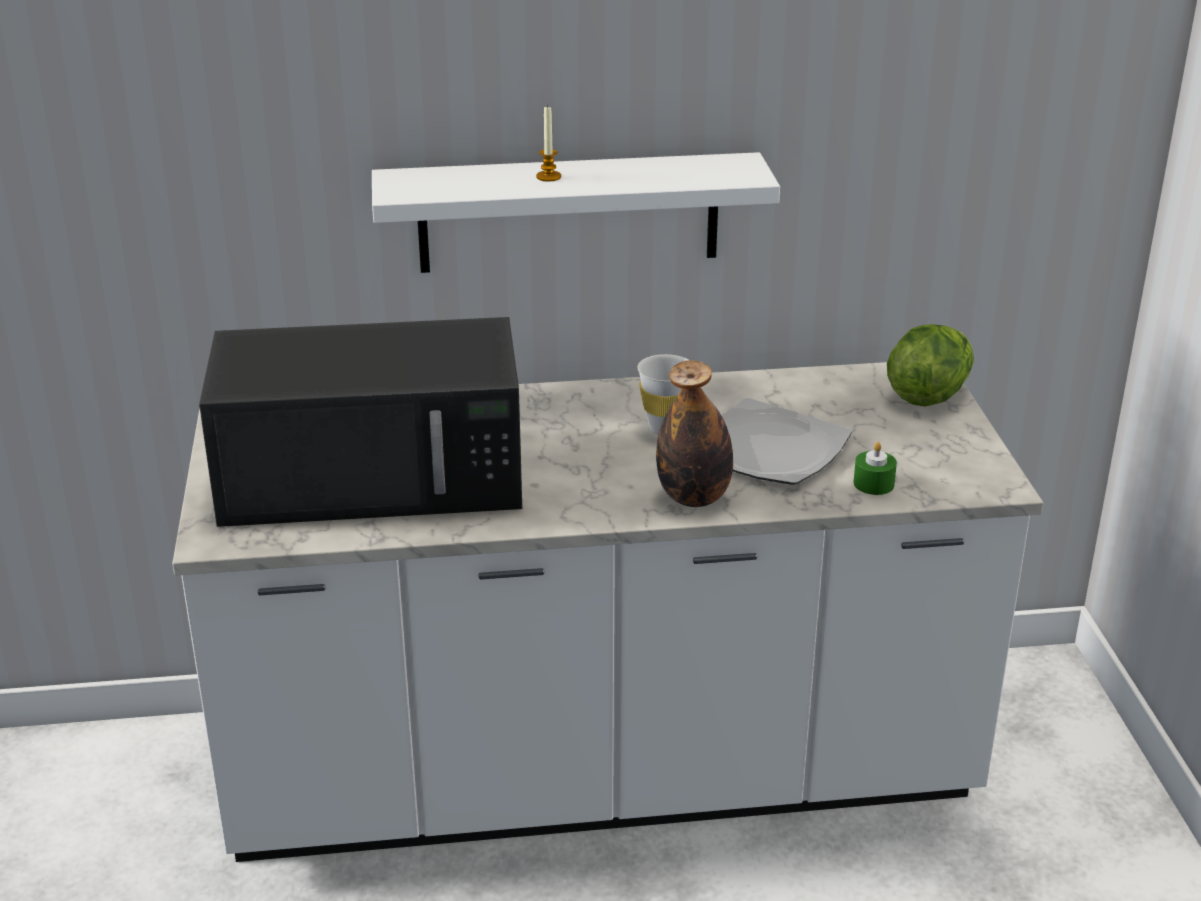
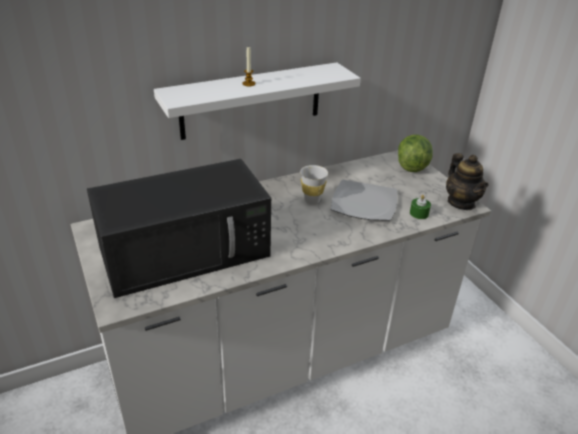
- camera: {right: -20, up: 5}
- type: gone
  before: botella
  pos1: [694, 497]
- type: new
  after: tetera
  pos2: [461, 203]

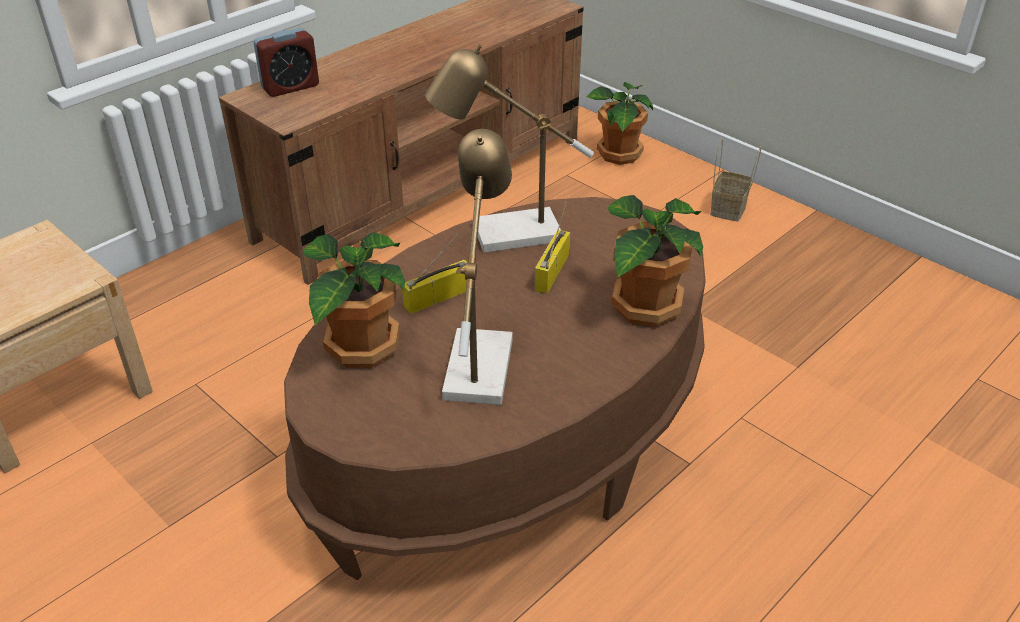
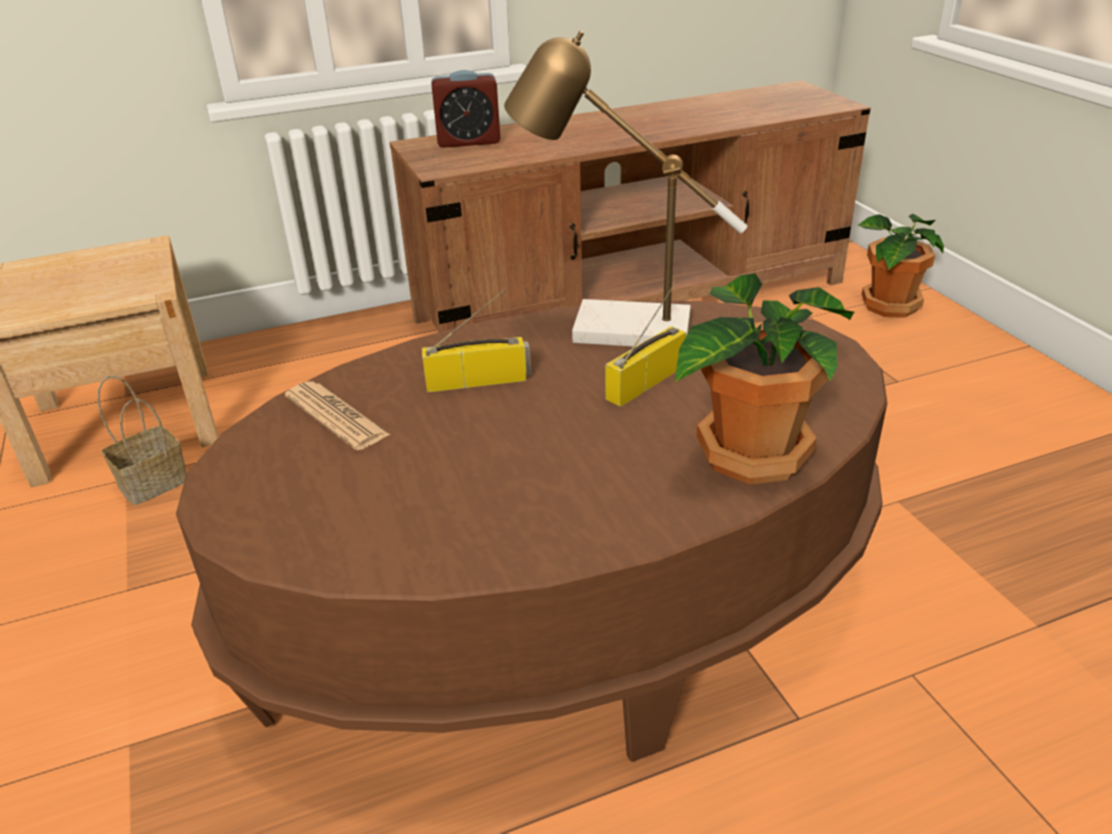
- camera: {right: 25, up: -5}
- type: gone
  before: lámpara de mesa
  pos1: [478, 359]
- type: shifted
  before: cesta
  pos1: [729, 210]
  pos2: [152, 484]
- type: swapped
  before: planta en maceta
  after: periódico
  pos1: [360, 347]
  pos2: [336, 416]

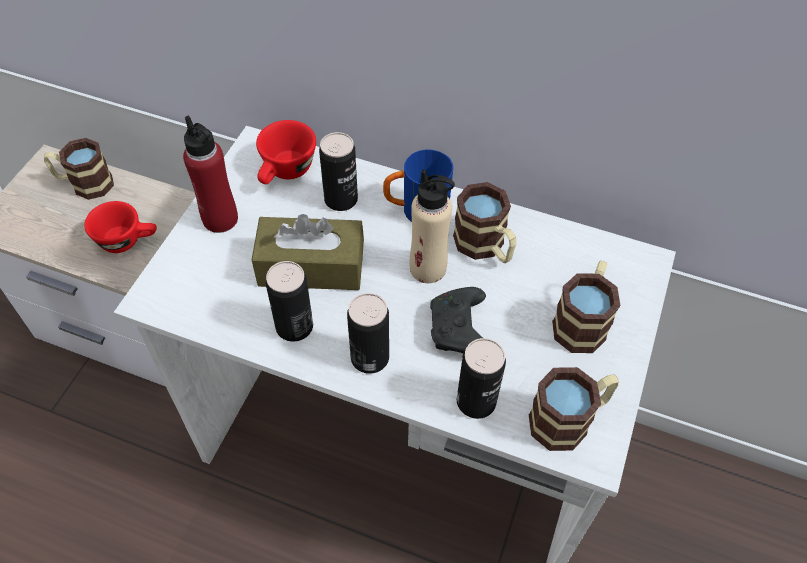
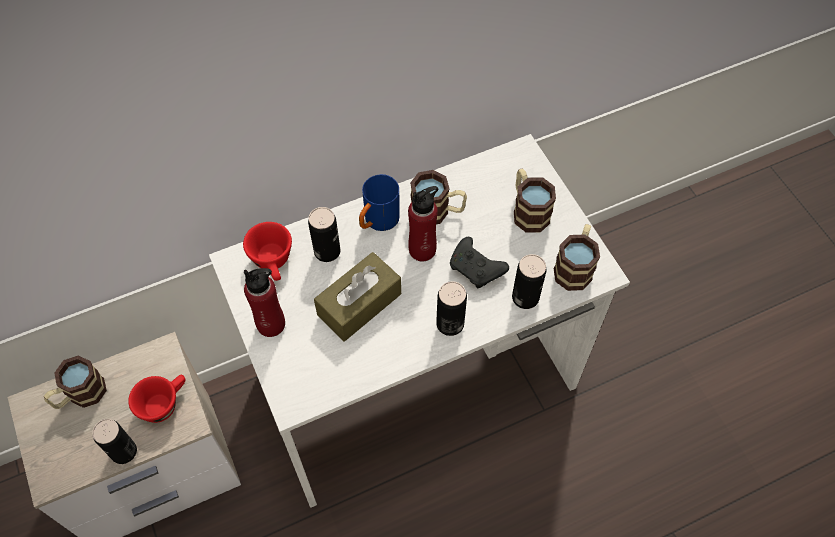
- camera: {right: -45, up: 5}
- type: repainted
  before: botella [beis]
  after: botella [rojo]
  pos1: [428, 268]
  pos2: [422, 249]
- type: shifted
  before: lata
  pos1: [294, 326]
  pos2: [124, 451]

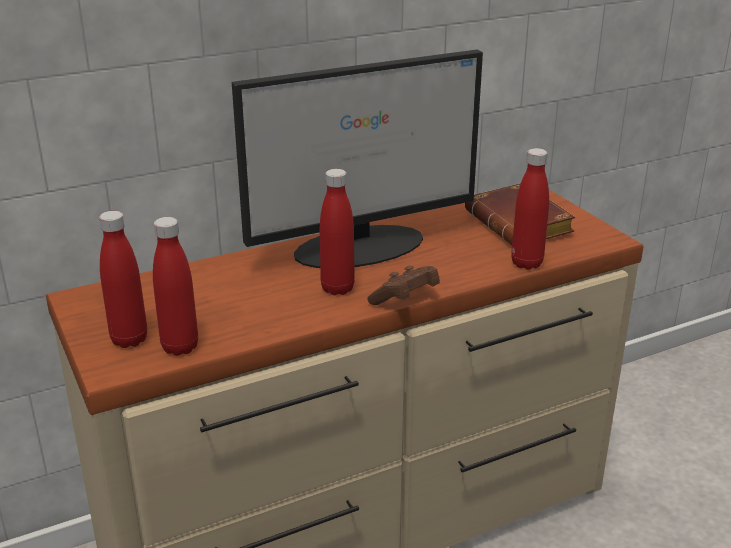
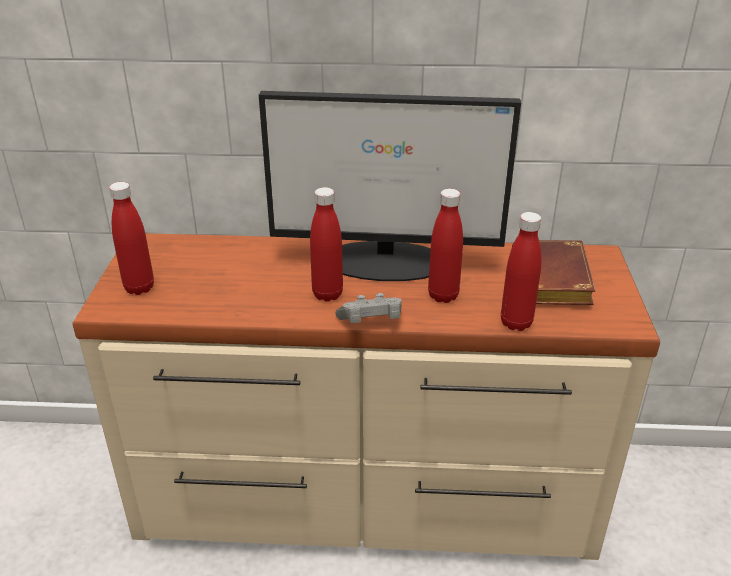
- camera: {right: 30, up: 5}
- type: shifted
  before: botella [rojo]
  pos1: [180, 347]
  pos2: [443, 296]
- type: repainted
  before: mando de consola [marrón]
  after: mando de consola [gris]
  pos1: [405, 299]
  pos2: [371, 323]

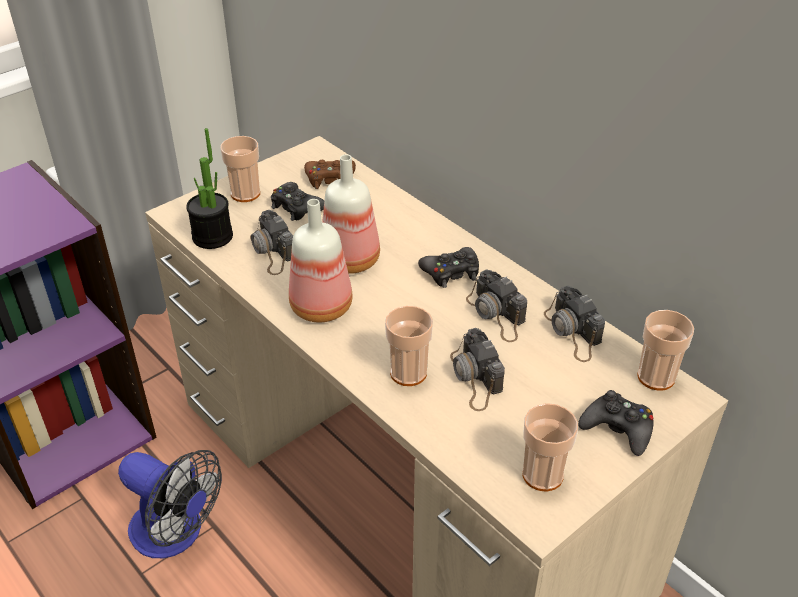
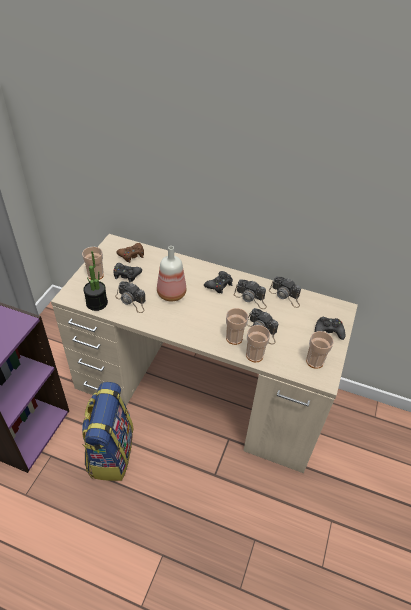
- camera: {right: -30, up: 5}
- type: gone
  before: botella
  pos1: [321, 306]
- type: shifted
  before: taza
  pos1: [656, 377]
  pos2: [254, 355]
- type: swapped
  before: ventilador
  after: mochila
  pos1: [176, 534]
  pos2: [110, 452]

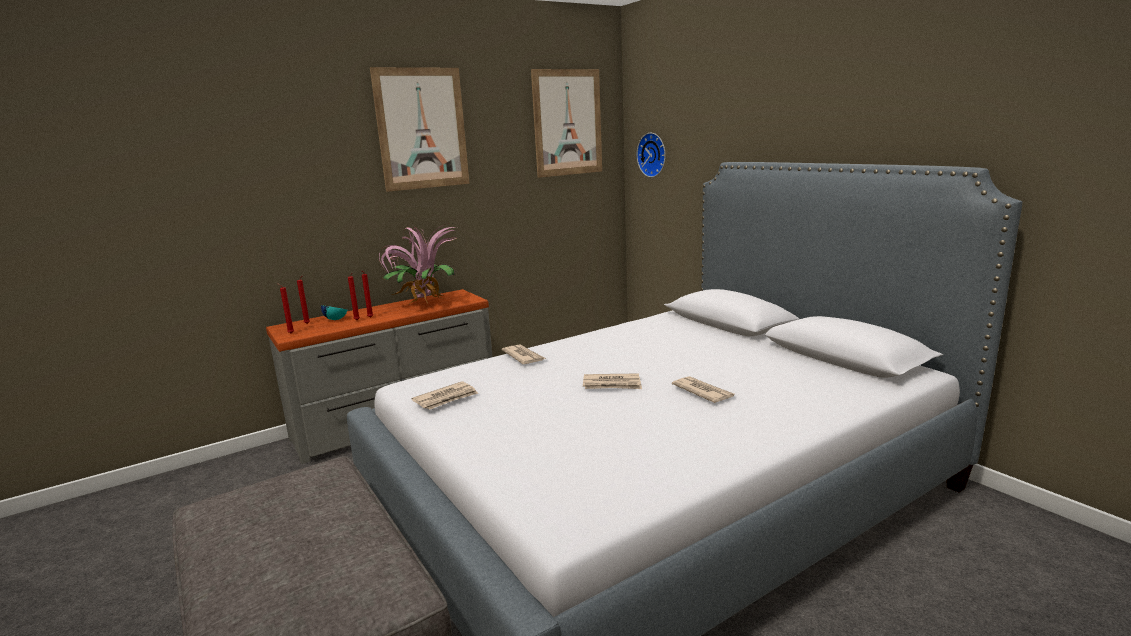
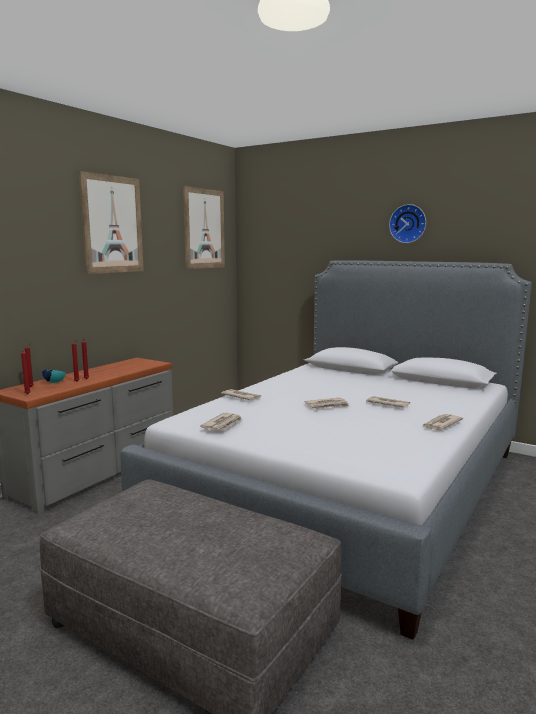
- camera: {right: -25, up: -5}
- type: shifted
  before: reloj de pared
  pos1: [653, 154]
  pos2: [408, 224]
- type: gone
  before: planta en maceta
  pos1: [424, 305]
- type: new
  after: periódico
  pos2: [441, 424]

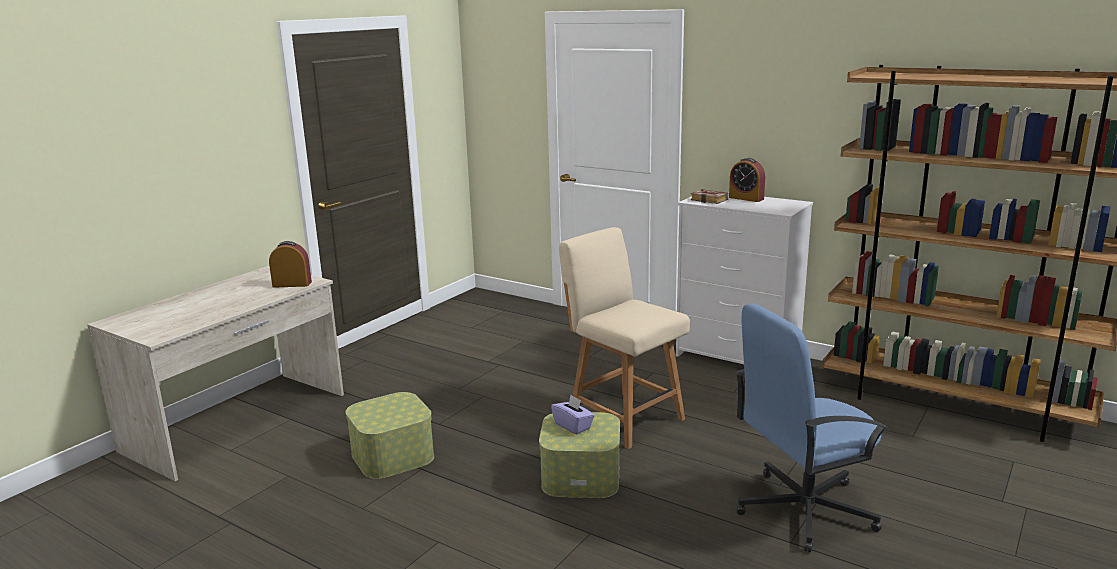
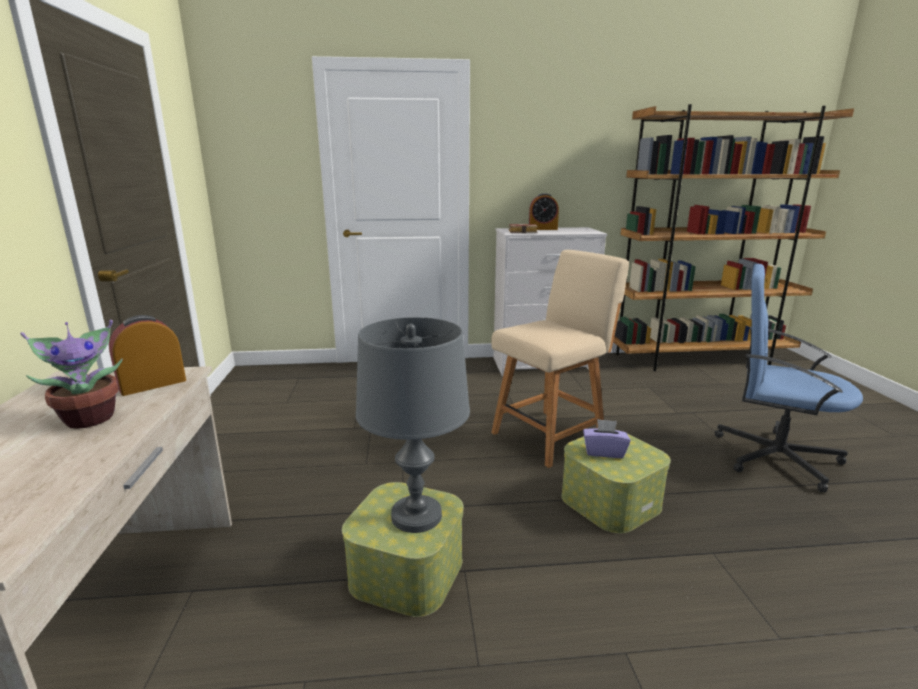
- camera: {right: -40, up: 0}
- type: rotated
  before: silla [beis]
  pos1: [623, 418]
  pos2: [550, 436]
  turn: 135
- type: rotated
  before: silla de oficina [azul]
  pos1: [803, 510]
  pos2: [774, 456]
  turn: 90
- type: new
  after: lámpara de mesa [gris]
  pos2: [416, 516]
- type: new
  after: planta en maceta
  pos2: [90, 418]

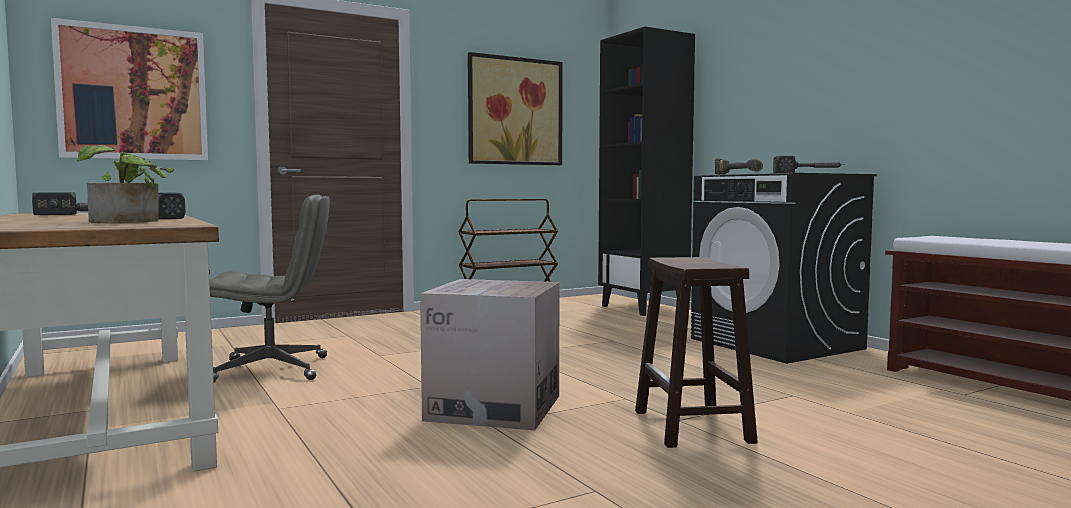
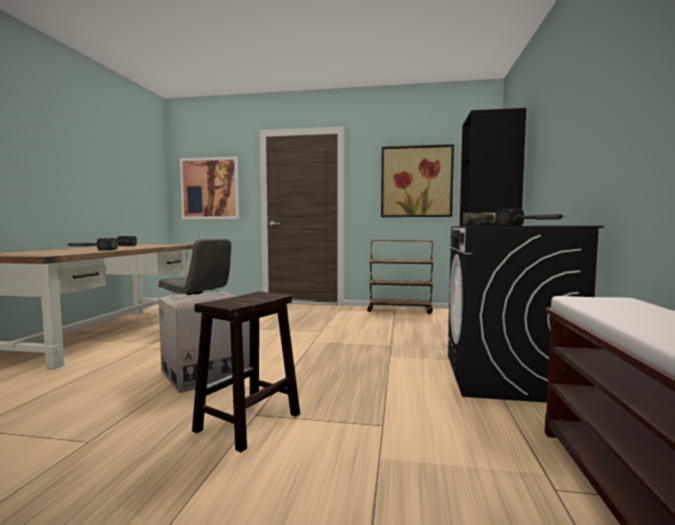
- camera: {right: 40, up: 0}
- type: gone
  before: planta en maceta
  pos1: [127, 222]

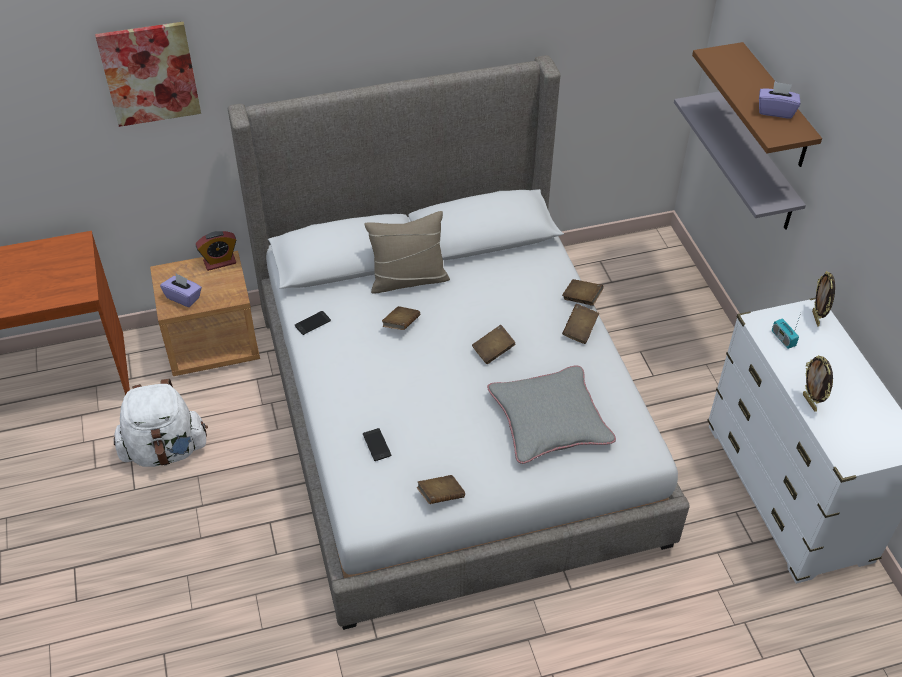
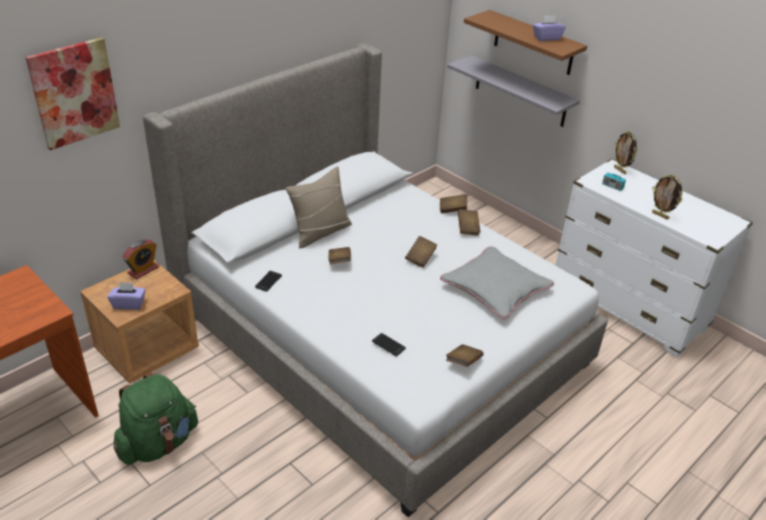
- camera: {right: -30, up: -10}
- type: repainted
  before: mochila [blanco]
  after: mochila [verde]
  pos1: [165, 450]
  pos2: [158, 443]

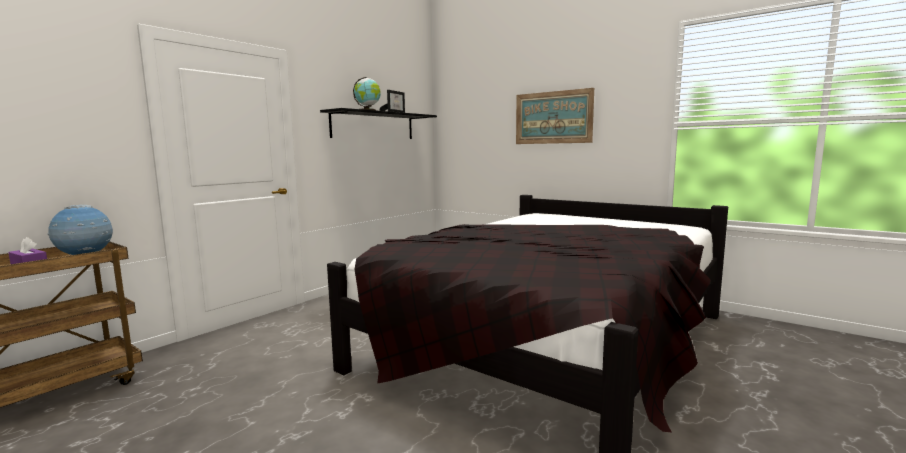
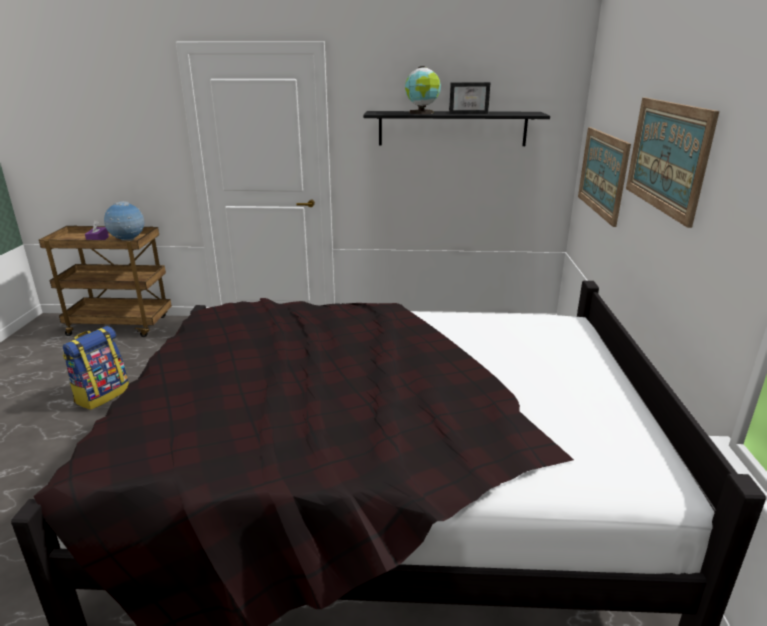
- camera: {right: 55, up: 15}
- type: new
  after: cuadro
  pos2: [602, 173]
- type: new
  after: mochila
  pos2: [102, 395]

